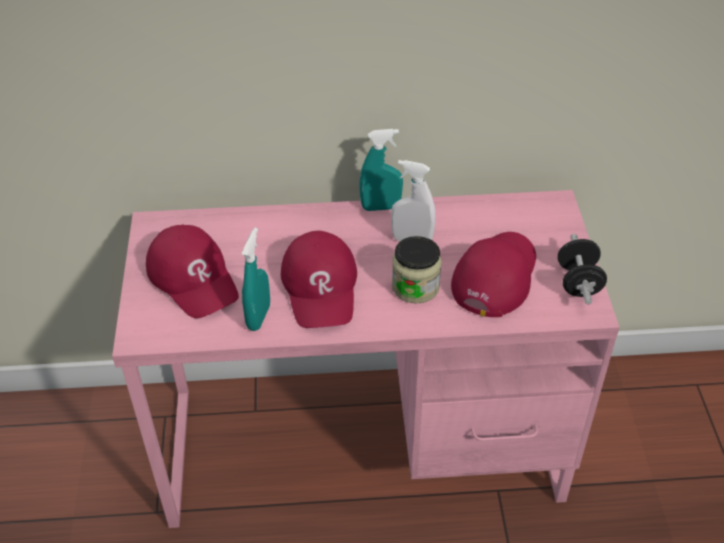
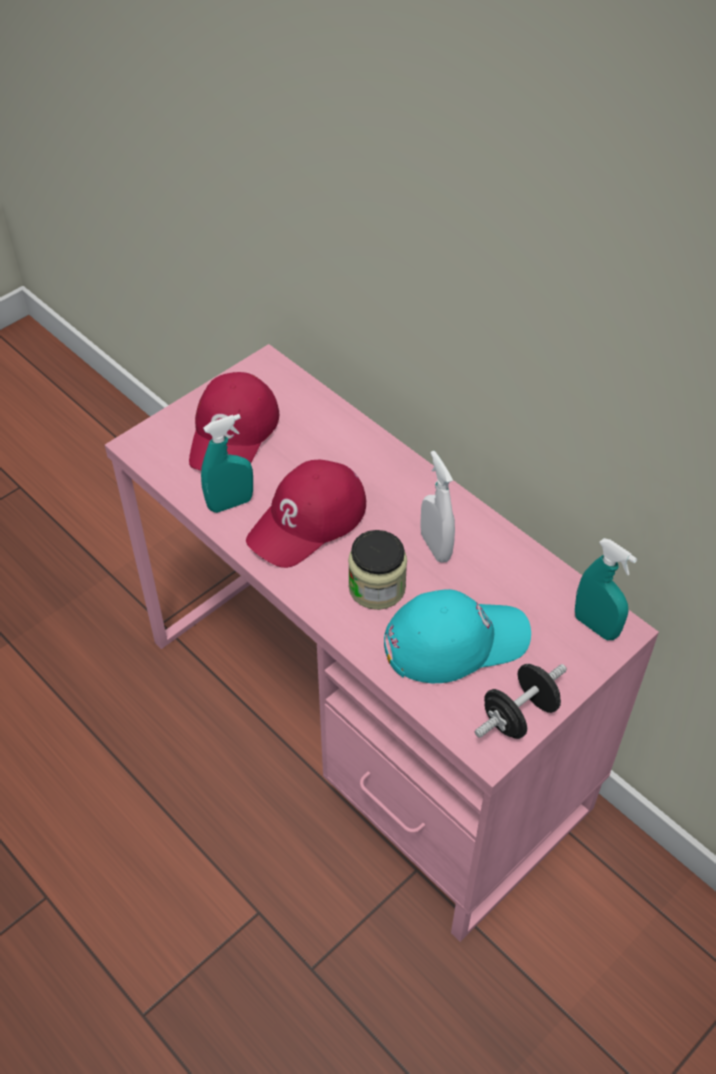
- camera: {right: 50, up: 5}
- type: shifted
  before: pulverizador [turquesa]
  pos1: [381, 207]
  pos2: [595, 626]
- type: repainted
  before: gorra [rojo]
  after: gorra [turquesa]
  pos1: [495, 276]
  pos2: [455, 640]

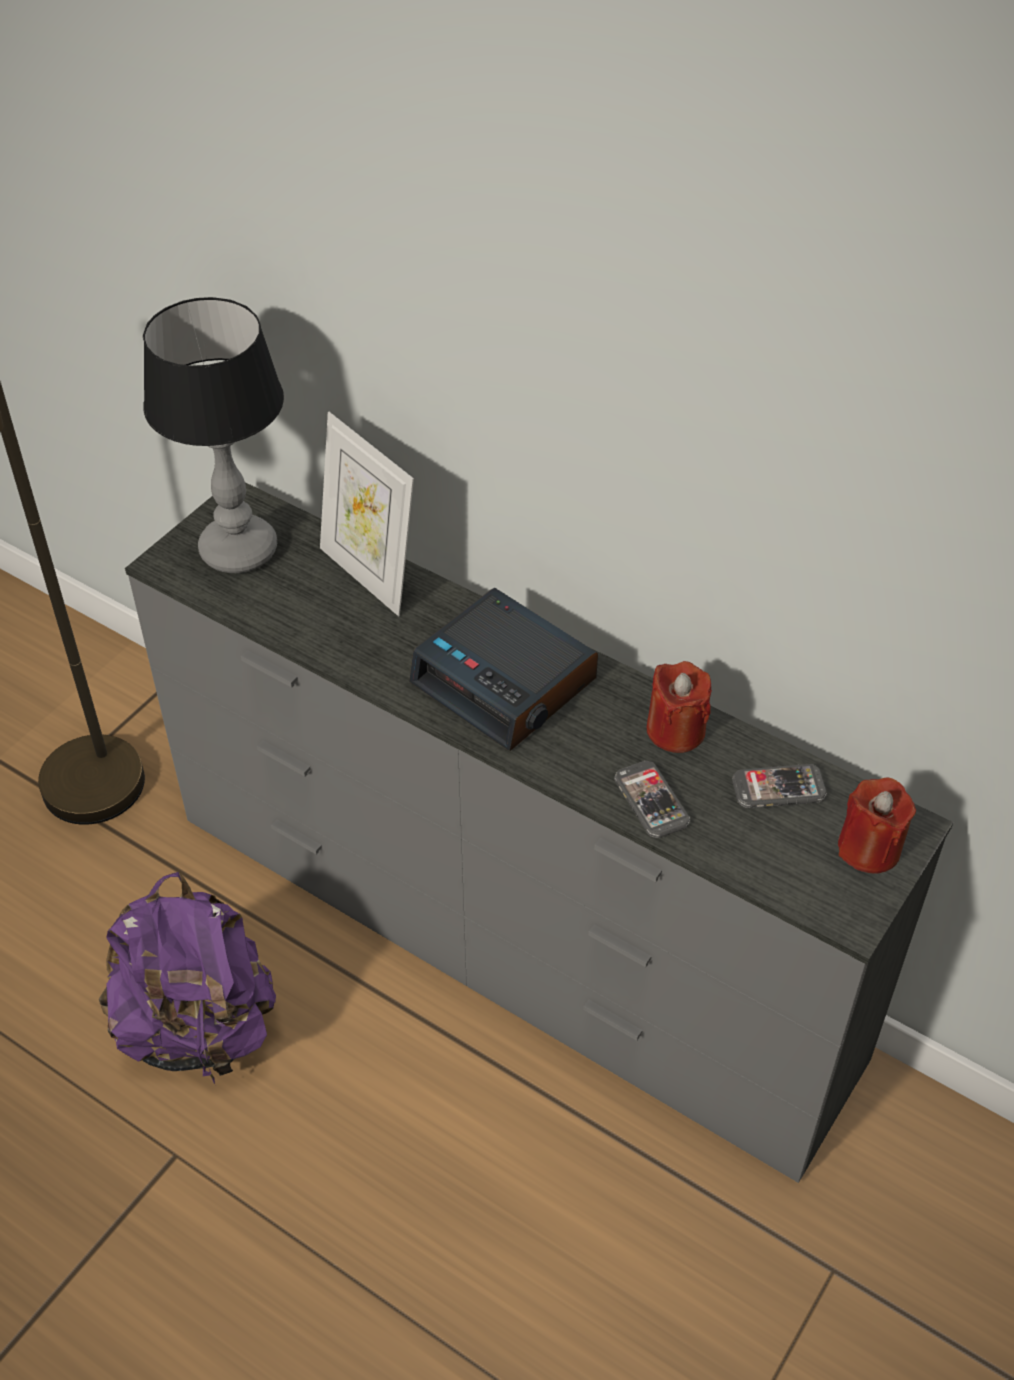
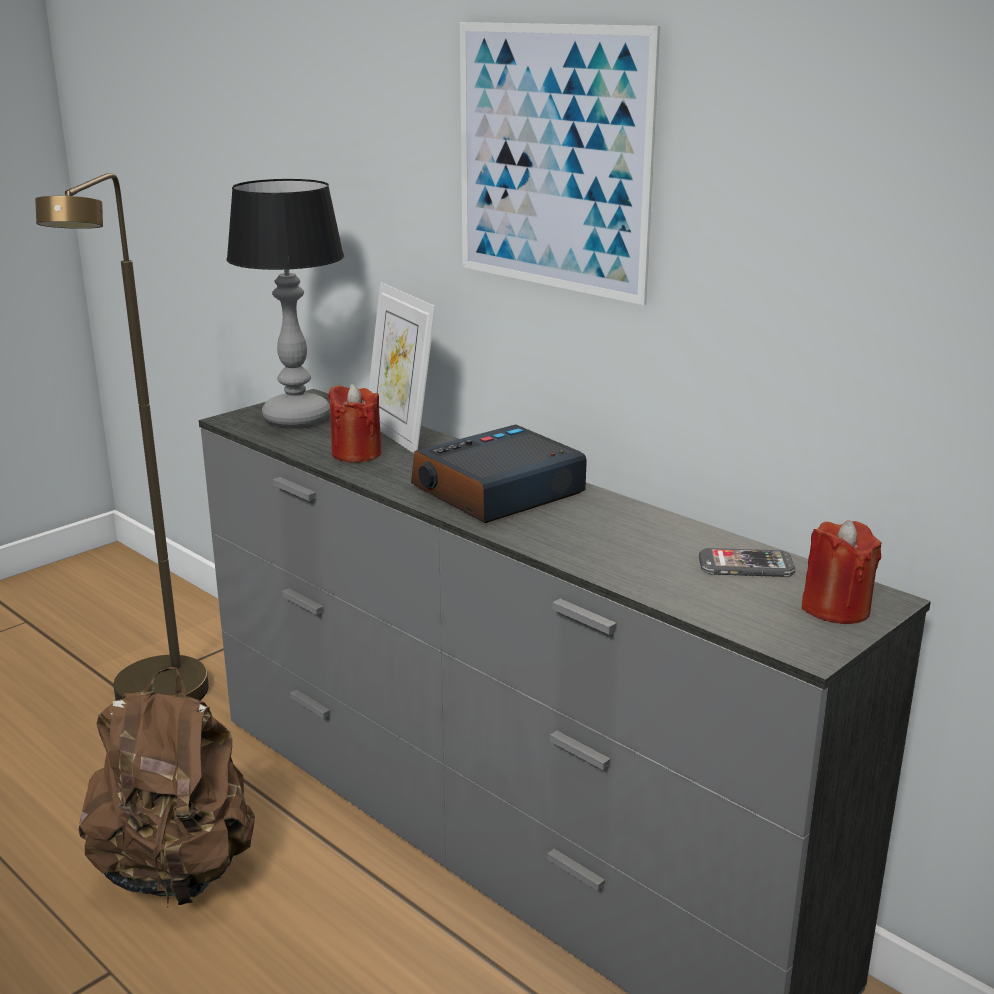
- camera: {right: 10, up: -25}
- type: rotated
  before: despertador
  pos1: [506, 682]
  pos2: [497, 492]
  turn: 90
- type: shifted
  before: vela [rojo]
  pos1: [675, 730]
  pos2: [356, 453]
- type: gone
  before: móvil
  pos1: [651, 801]
- type: repainted
  before: mochila [morado]
  after: mochila [marrón]
  pos1: [199, 1028]
  pos2: [177, 871]
- type: new
  after: cuadro
  pos2: [551, 159]

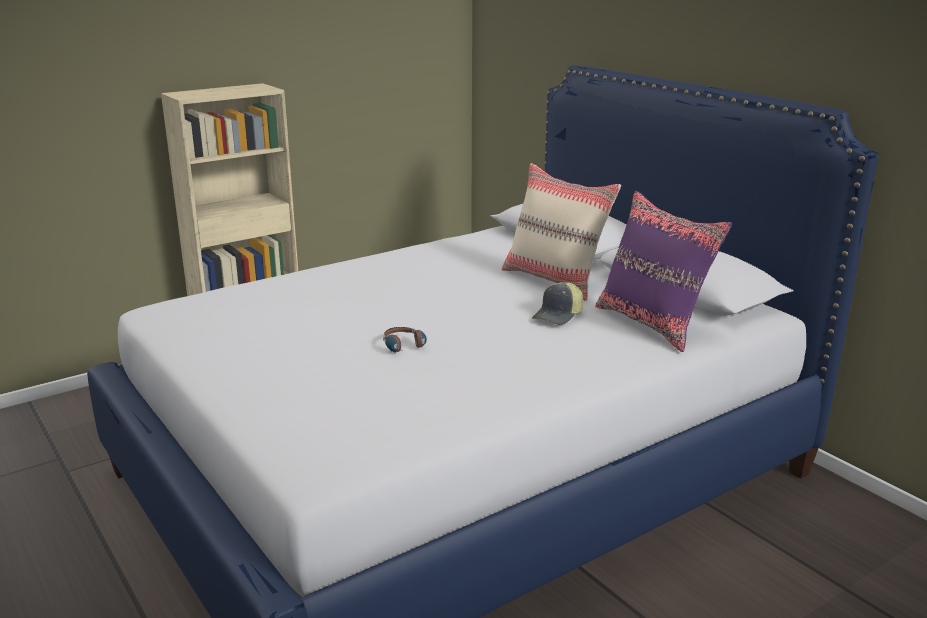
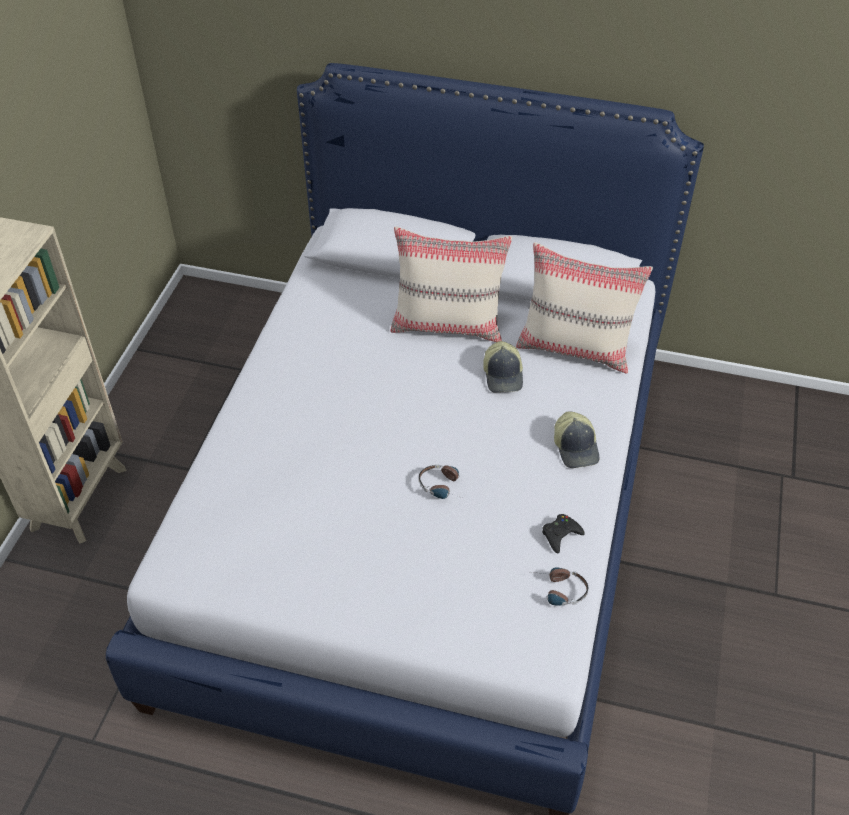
- camera: {right: -40, up: 25}
- type: repainted
  before: cojín [morado]
  after: cojín [beis]
  pos1: [652, 324]
  pos2: [576, 348]
- type: new
  after: gorra
  pos2: [576, 447]
- type: new
  after: mando de consola [negro]
  pos2: [560, 535]
- type: new
  after: auriculares
  pos2: [557, 591]

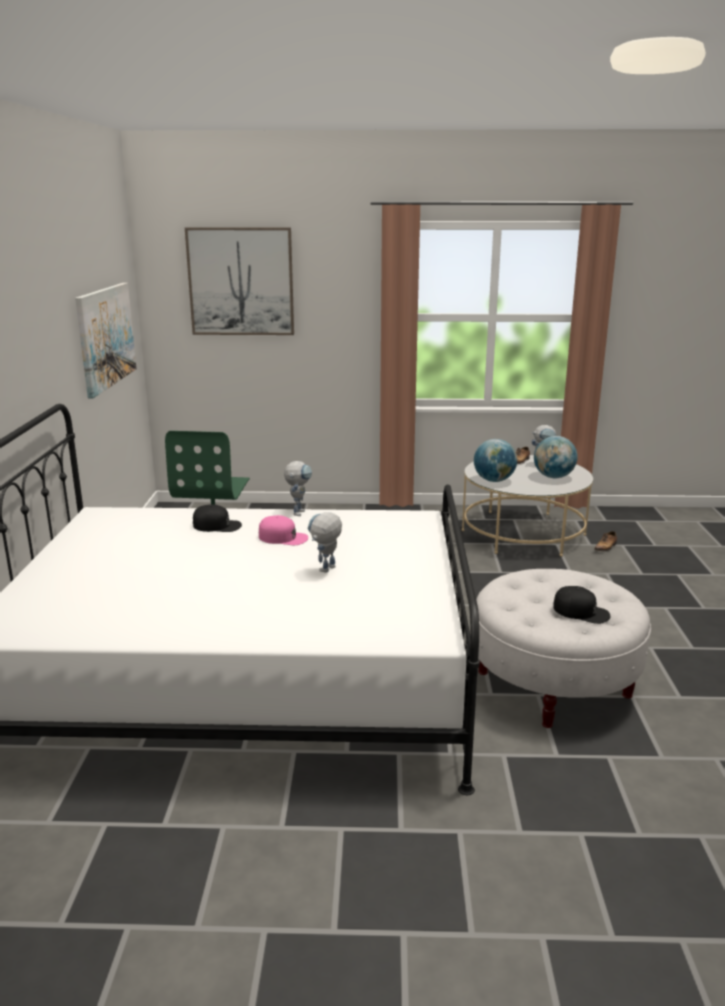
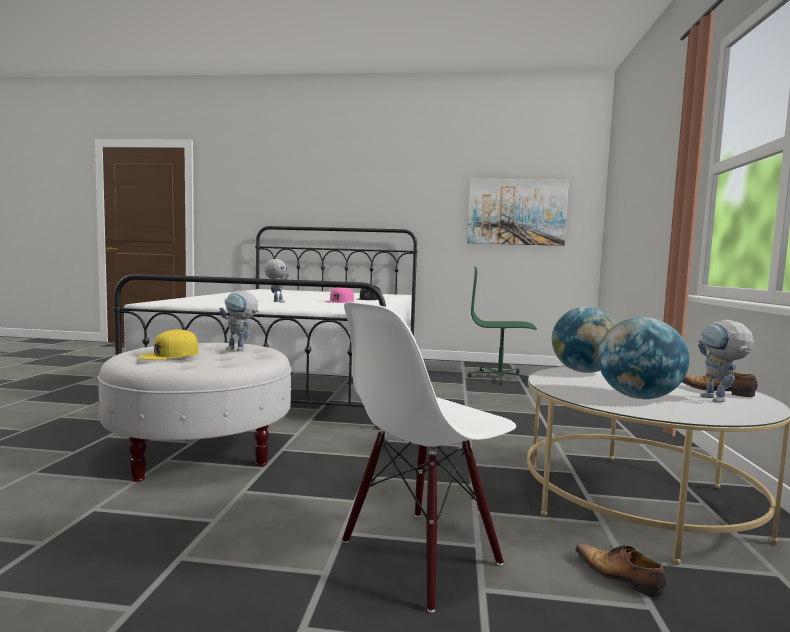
- camera: {right: 95, up: -15}
- type: gone
  before: cuadro
  pos1: [241, 282]
- type: shifted
  before: robot de juguete
  pos1: [299, 511]
  pos2: [240, 349]
- type: repainted
  before: gorra [negro]
  after: gorra [amarillo]
  pos1: [581, 611]
  pos2: [169, 355]
- type: new
  after: silla [blanco]
  pos2: [420, 554]

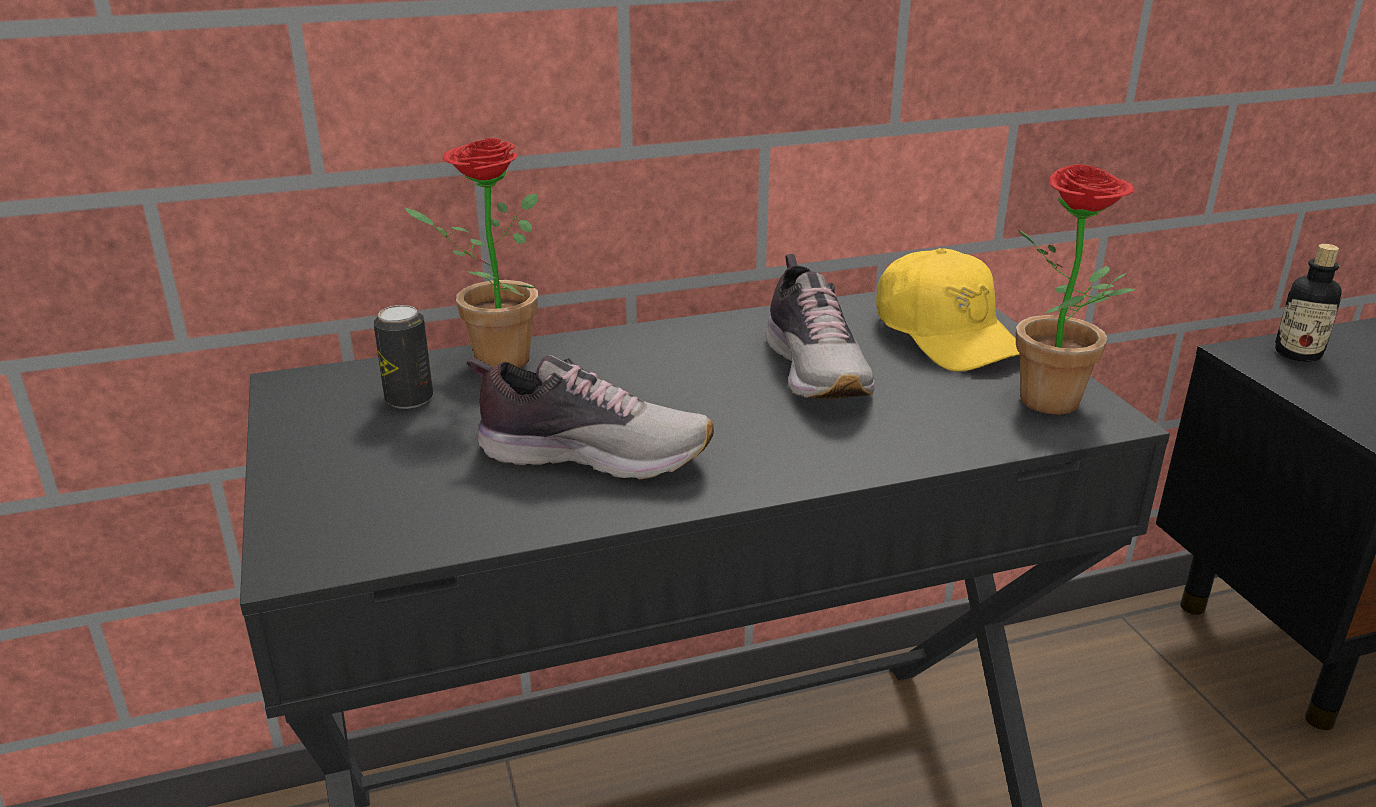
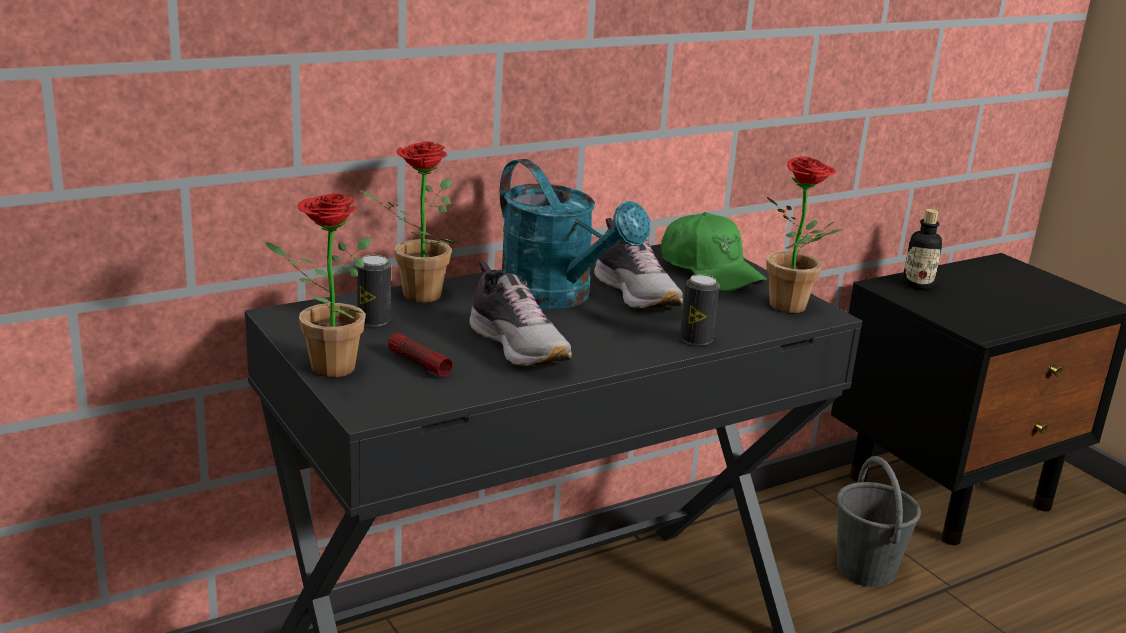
- camera: {right: -15, up: -5}
- type: repainted
  before: gorra [amarillo]
  after: gorra [verde]
  pos1: [946, 335]
  pos2: [710, 270]
- type: rotated
  before: zapato
  pos1: [593, 453]
  pos2: [519, 346]
  turn: 60
- type: new
  after: regadera [turquesa]
  pos2: [557, 297]
- type: new
  after: planta en maceta
  pos2: [323, 367]
- type: new
  after: lata
  pos2: [696, 339]
- type: new
  after: linterna
  pos2: [419, 363]
- type: new
  after: cubo [gris]
  pos2: [865, 569]

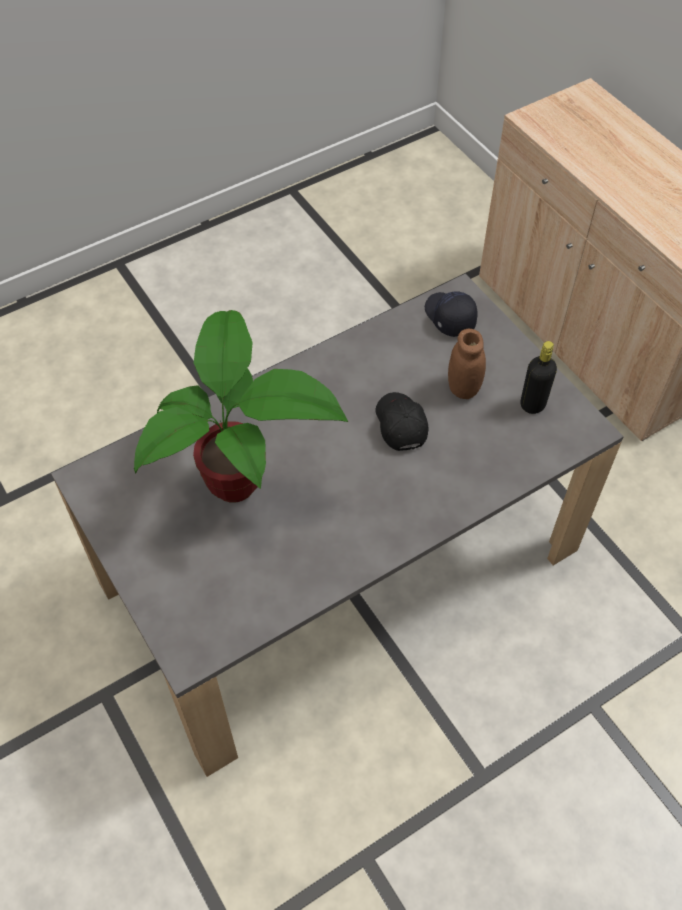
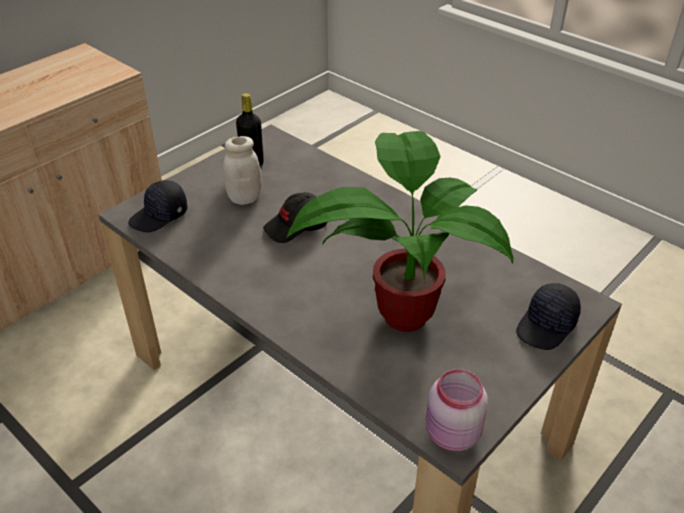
- camera: {right: -105, up: -15}
- type: repainted
  before: tarro [marrón]
  after: tarro [blanco]
  pos1: [463, 388]
  pos2: [244, 198]
- type: new
  after: gorra [negro]
  pos2: [547, 326]
- type: new
  after: tarro [rosa]
  pos2: [451, 435]

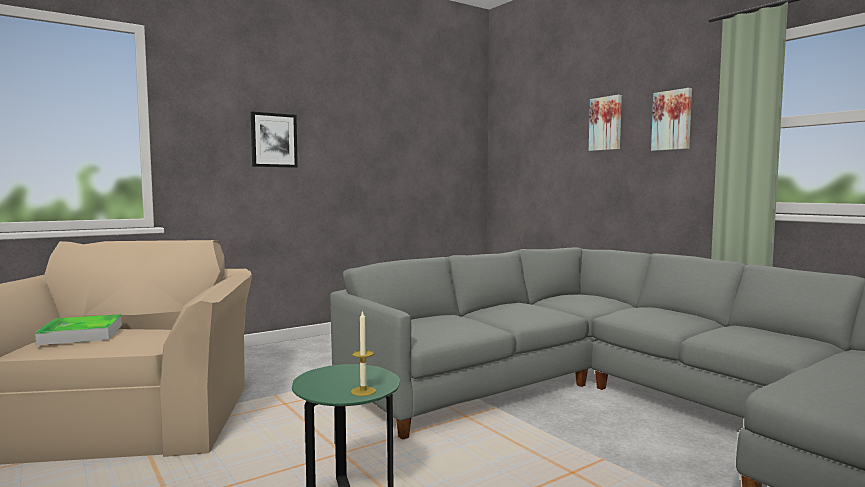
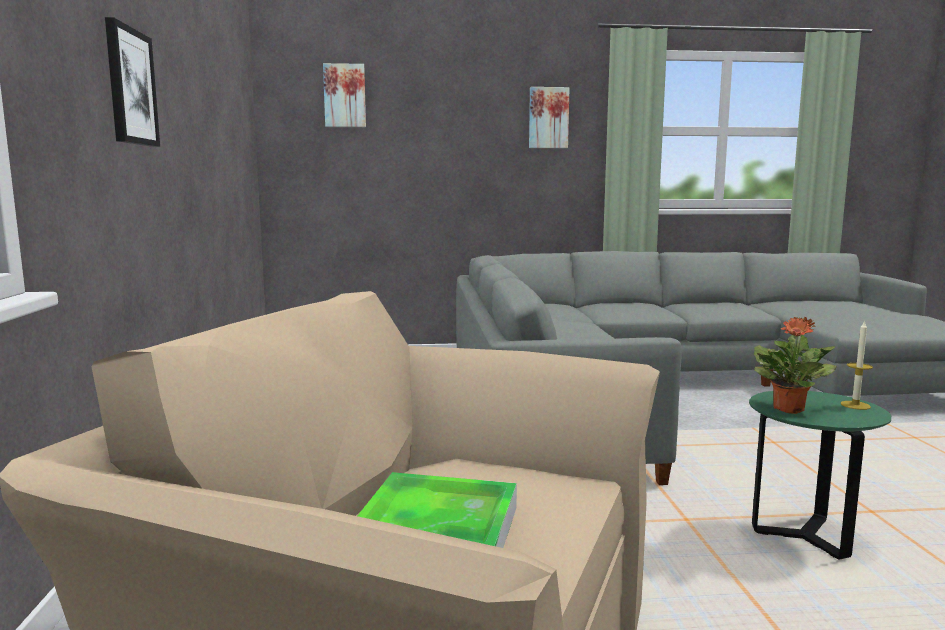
- camera: {right: -60, up: 5}
- type: shifted
  before: cuadro
  pos1: [606, 123]
  pos2: [345, 96]
- type: new
  after: planta en maceta
  pos2: [789, 409]

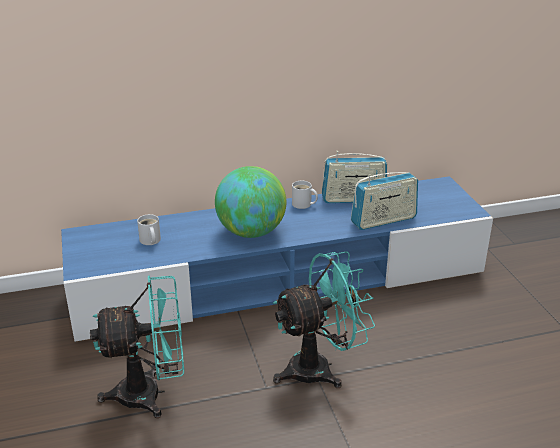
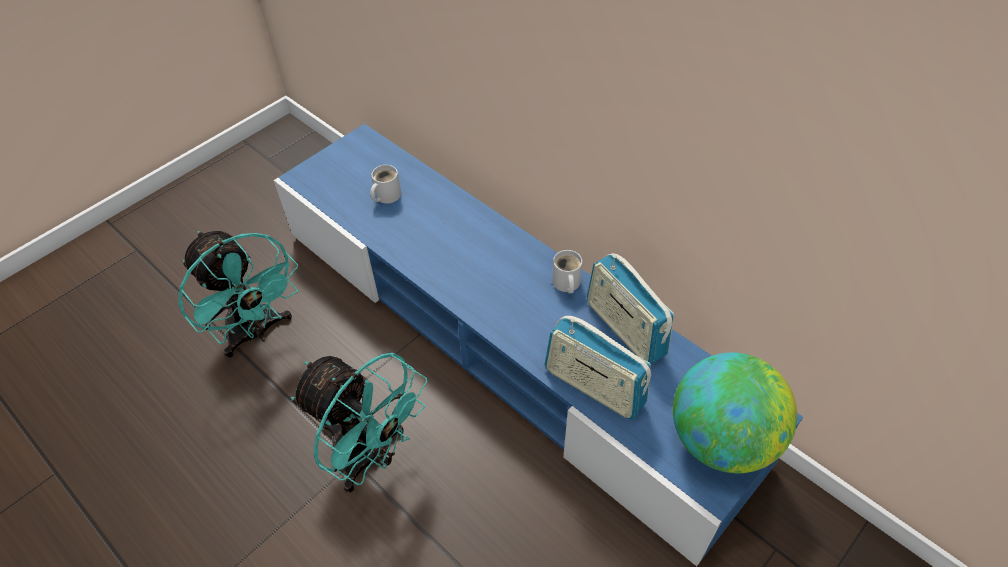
- camera: {right: 60, up: 20}
- type: shifted
  before: globo terráqueo
  pos1: [251, 232]
  pos2: [721, 439]

